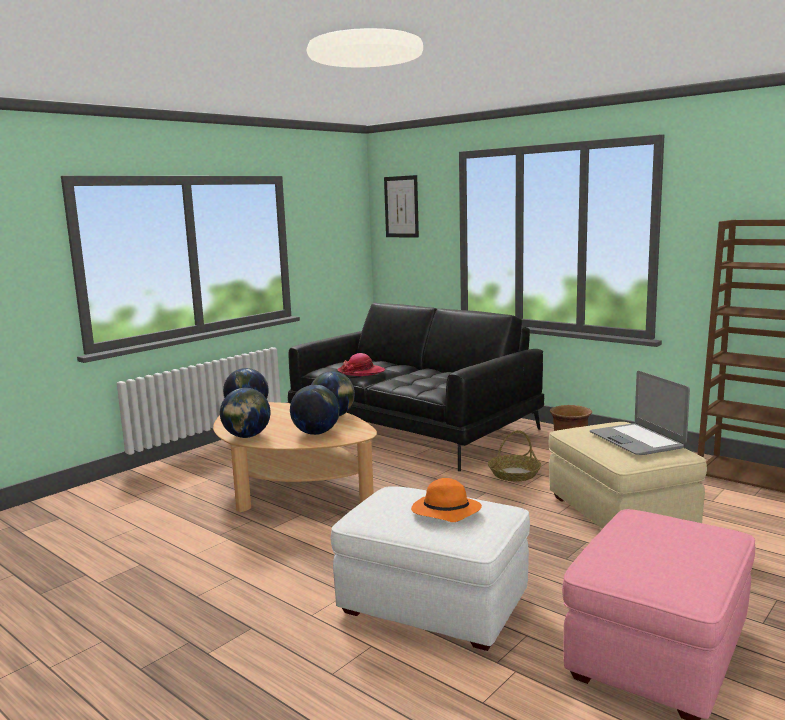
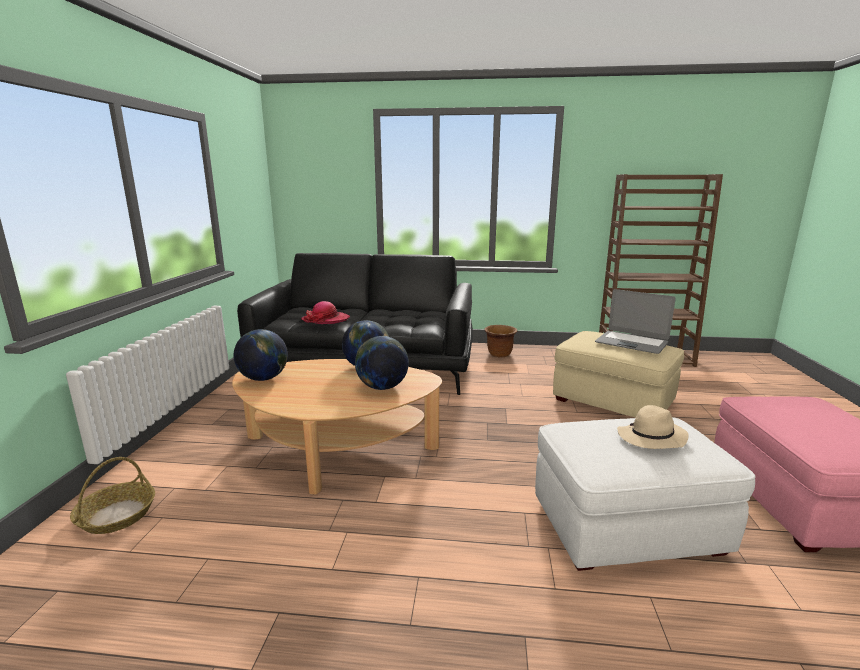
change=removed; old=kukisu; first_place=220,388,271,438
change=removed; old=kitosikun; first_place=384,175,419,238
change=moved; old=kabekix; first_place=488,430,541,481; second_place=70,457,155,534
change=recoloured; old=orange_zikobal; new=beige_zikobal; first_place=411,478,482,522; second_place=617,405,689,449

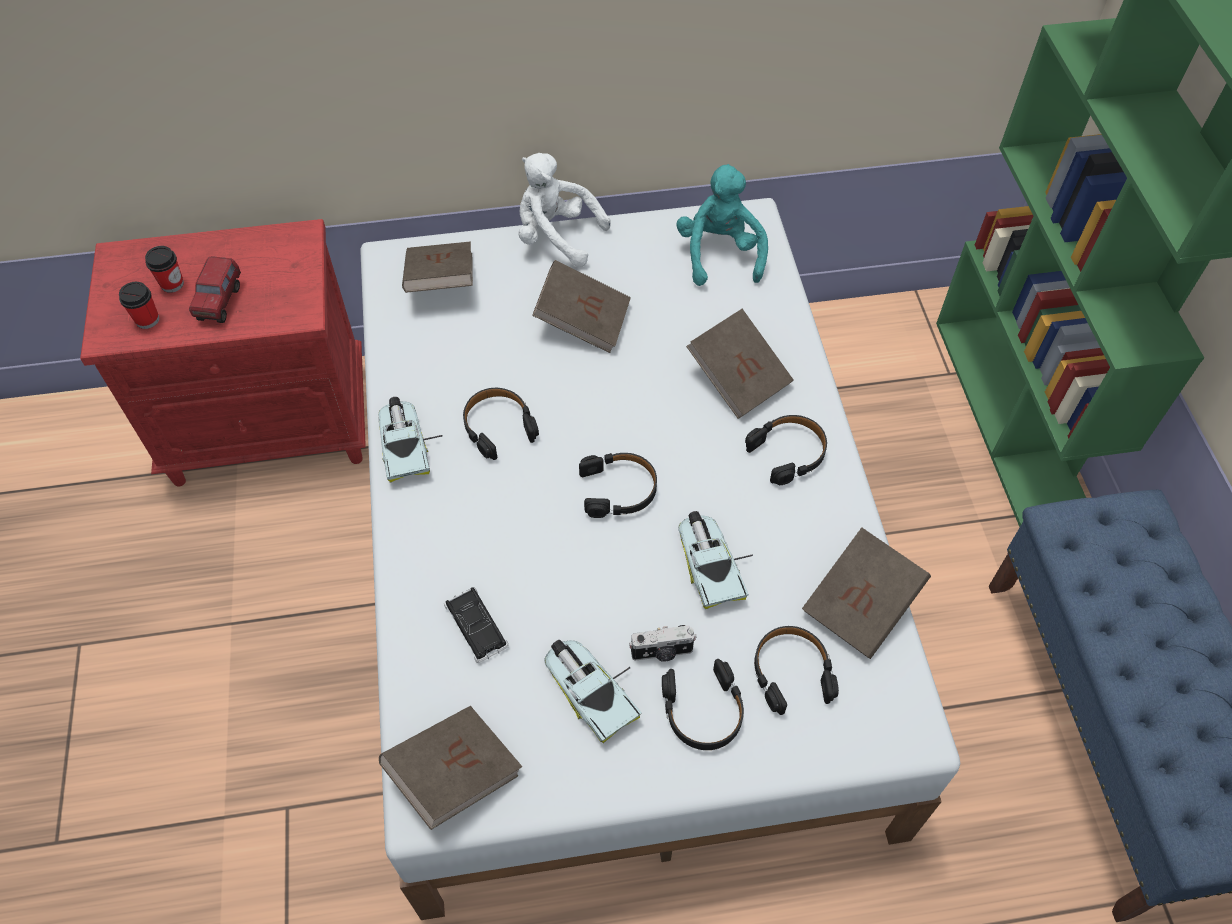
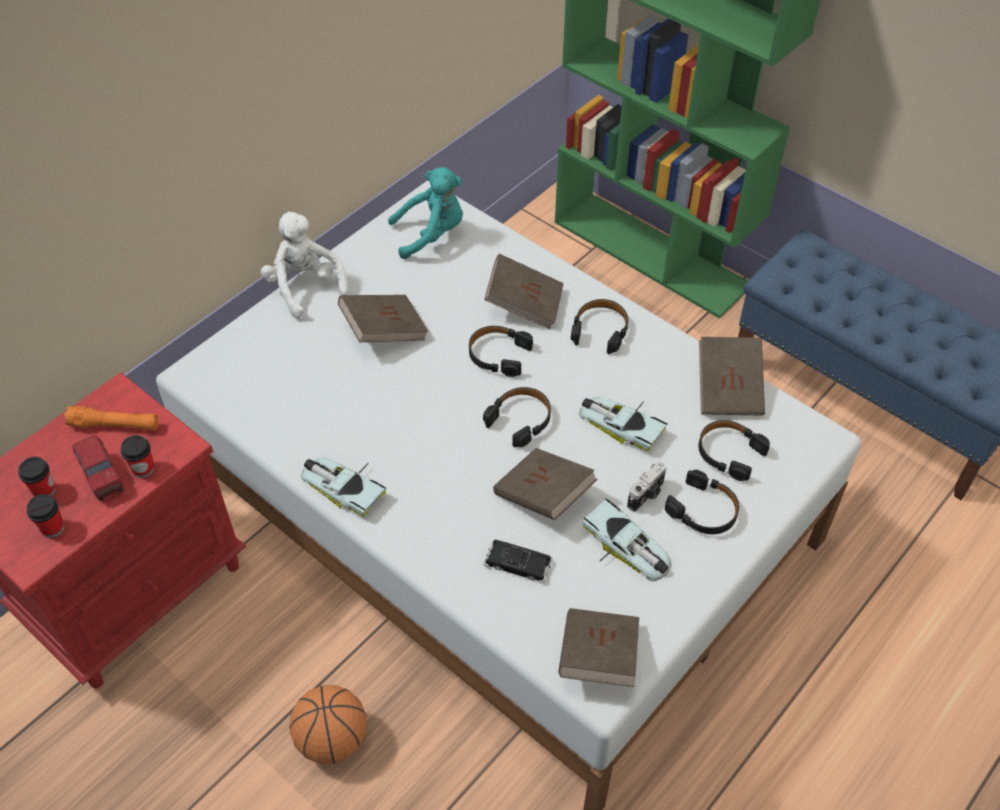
change=added; new=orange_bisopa; second_place=64,406,158,430
change=added; new=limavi; second_place=121,435,155,478
change=added; new=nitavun; second_place=290,685,367,764
change=moved; old=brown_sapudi; first_place=402,241,473,293; second_place=493,448,598,520
change=moved; old=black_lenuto; first_place=463,388,539,460; second_place=469,326,533,377
change=turned; old=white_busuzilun; first_place=518,153,611,267; second_place=261,211,348,319; degrees=75
change=turned; old=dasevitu; first_place=544,640,642,743; second_place=582,498,671,581; degrees=-150
change=turned; old=turquoise_busuzilun; first_place=676,164,768,286; second_place=388,167,463,259; degrees=120

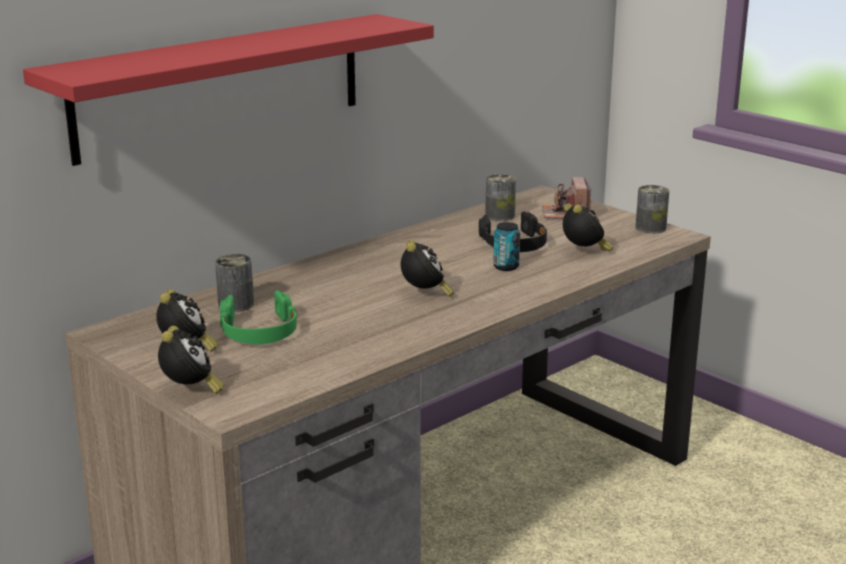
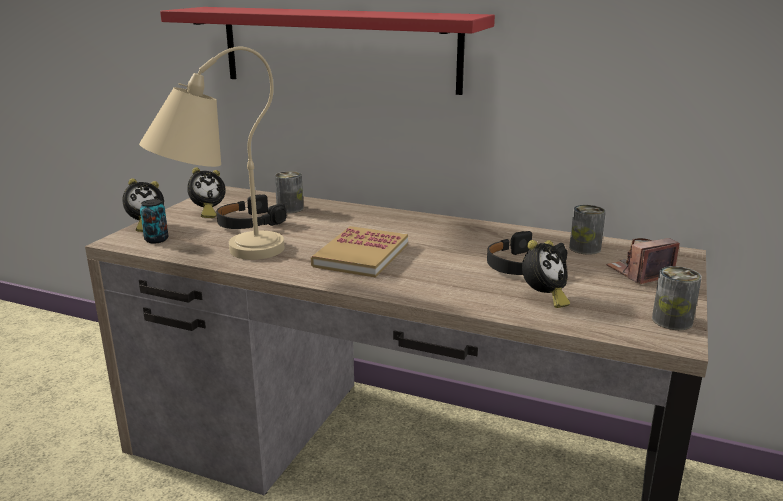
change=added; new=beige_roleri; second_place=139,47,285,260
change=moved; old=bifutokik; first_place=493,222,520,271; second_place=140,199,168,244
change=replaced; old=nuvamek; new=sapudi; first_place=401,240,454,297; second_place=311,226,408,278
change=recoloured; old=green_lenuto; new=black_lenuto; first_place=220,290,297,344; second_place=216,194,287,229

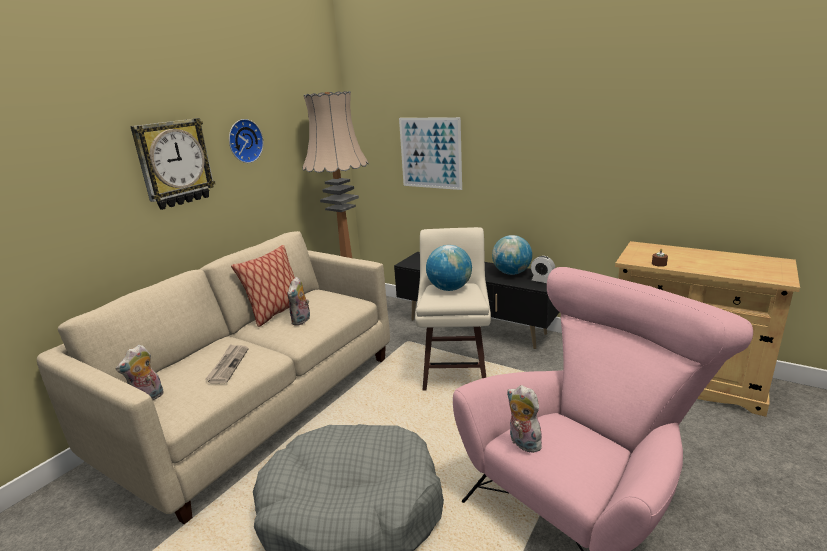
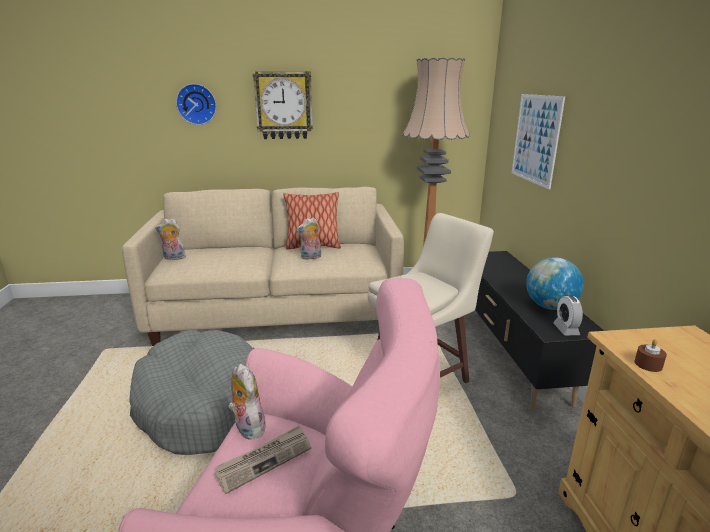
change=removed; old=kukisu; first_place=426,245,472,291
change=moved; old=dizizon; first_place=205,344,249,383; second_place=214,426,311,494
change=moved; old=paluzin; first_place=229,119,264,163; second_place=176,84,216,125
change=turned; old=busuzilun; first_place=507,385,542,453; second_place=228,364,267,440; degrees=-45

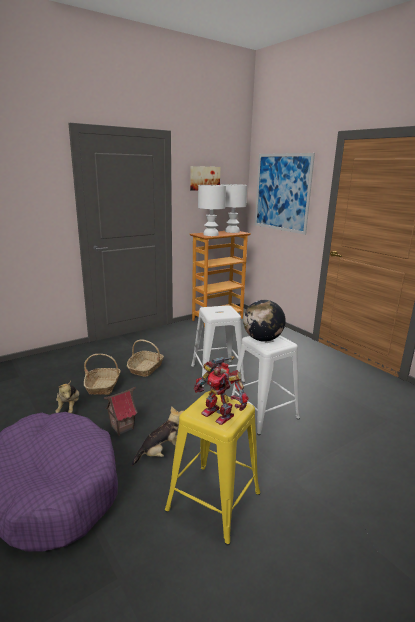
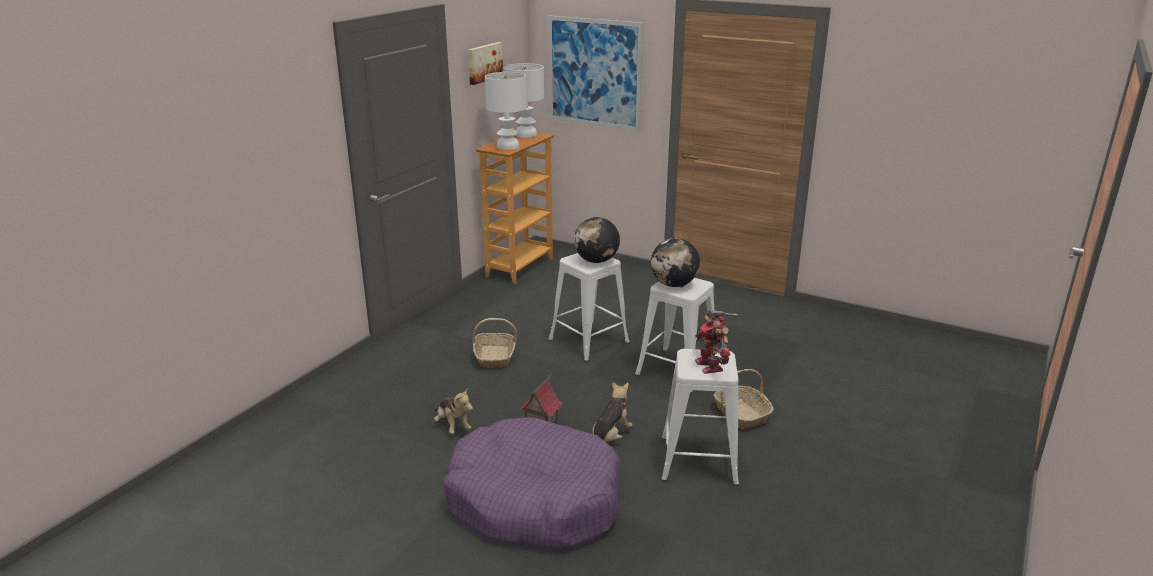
change=added; new=kukisu; second_place=574,217,620,263
change=moved; old=kabekix; first_place=84,354,121,395; second_place=713,369,774,429
change=recoloured; old=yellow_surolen; new=white_surolen; first_place=165,391,260,545; second_place=661,349,739,486
change=turned; old=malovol; first_place=194,356,248,425; second_place=695,310,738,374; degrees=60

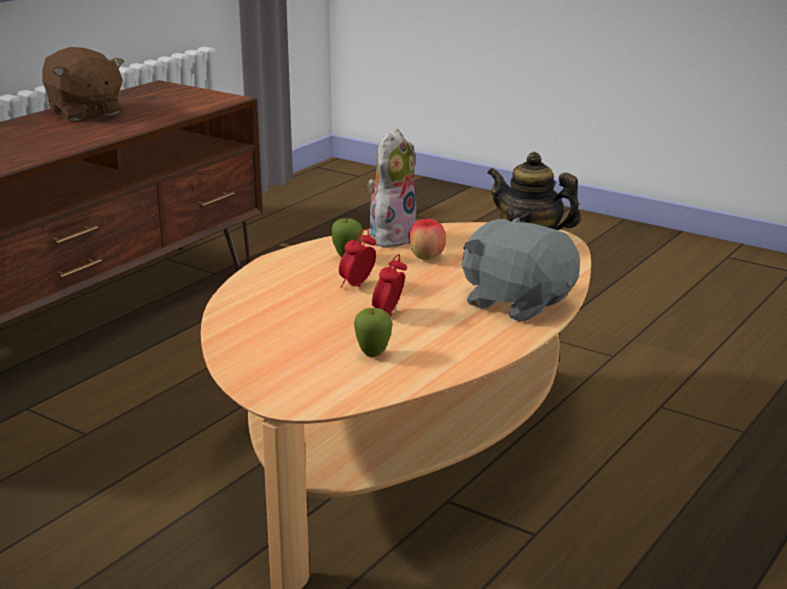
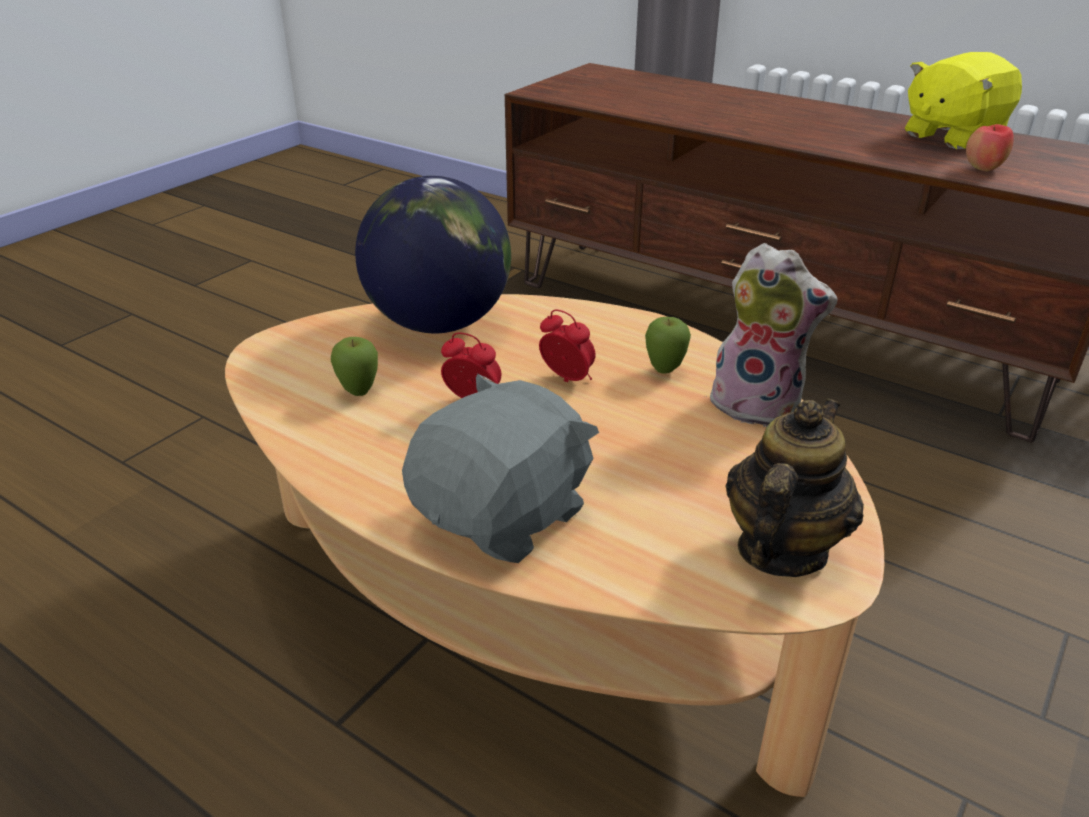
change=added; new=kukisu; second_place=355,176,511,333
change=moved; old=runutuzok; first_place=409,219,446,260; second_place=966,124,1014,171
change=recoloured; old=brown_busuzilun; new=yellow_busuzilun; first_place=42,47,124,121; second_place=905,52,1022,149

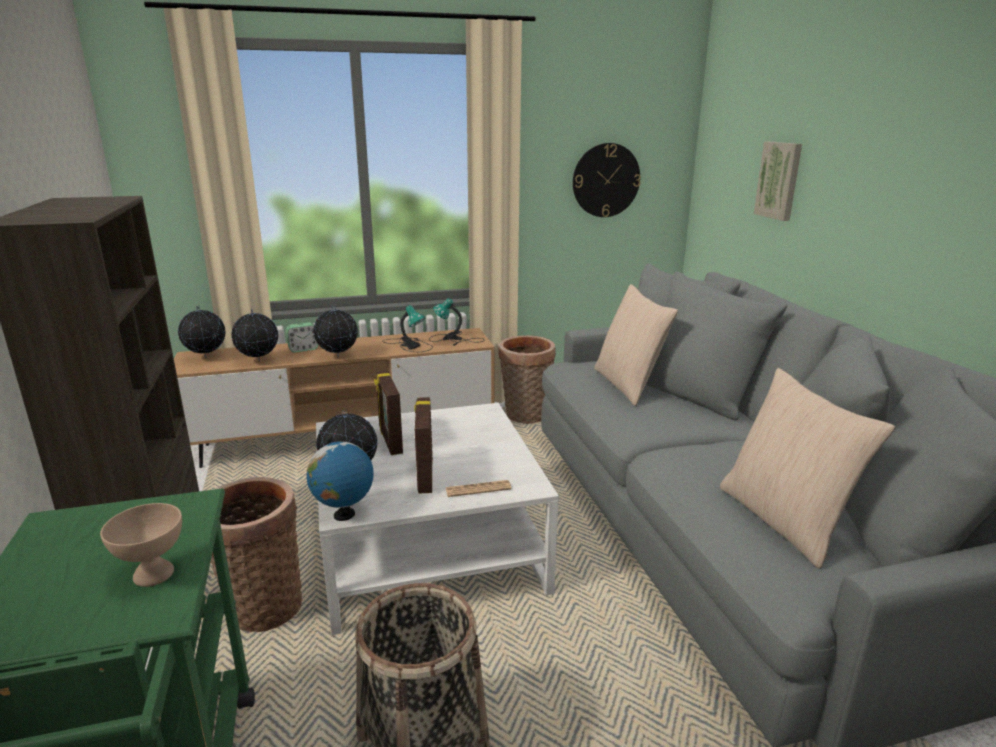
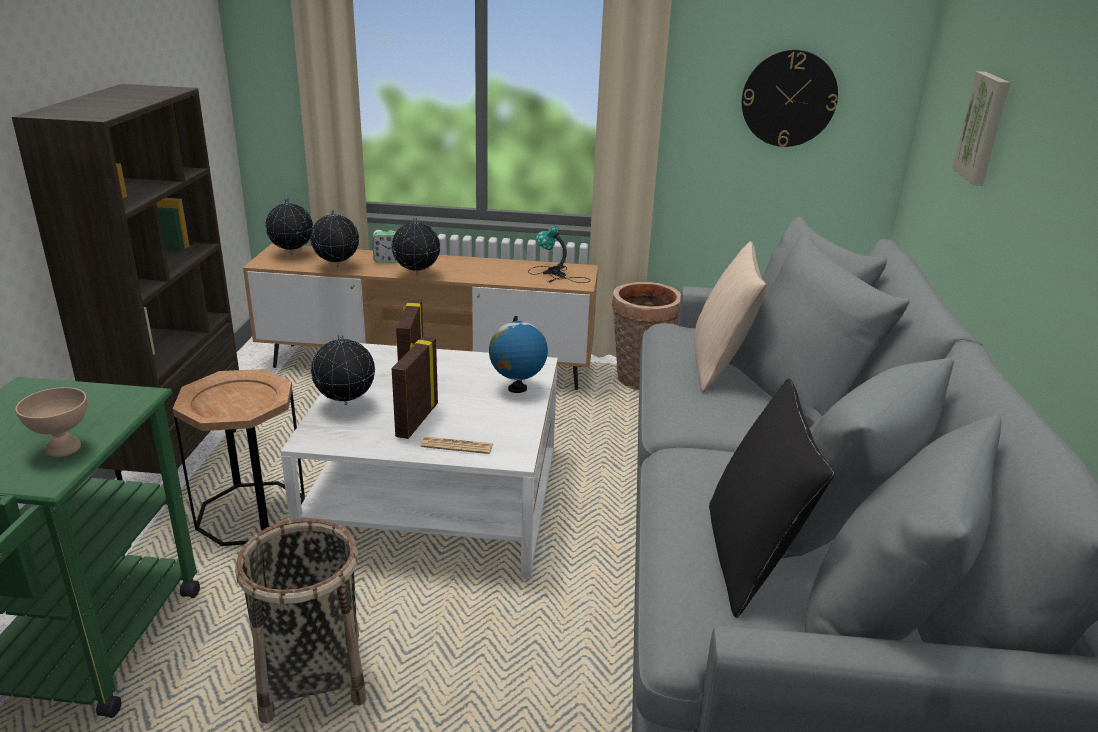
change=removed; old=roleri; first_place=383,305,433,352
change=moved; old=kukisu; first_place=306,437,374,521; second_place=489,316,548,393
change=replaced; old=kabekix; new=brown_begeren; first_place=210,477,302,632; second_place=173,369,305,546
change=recoloured; old=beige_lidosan; new=black_lidosan; first_place=720,368,895,569; second_place=709,378,834,618

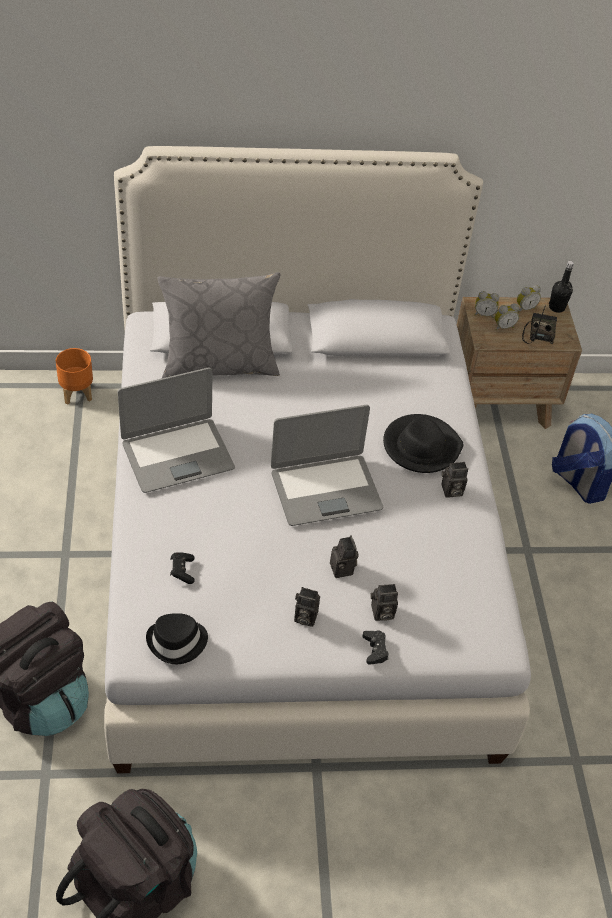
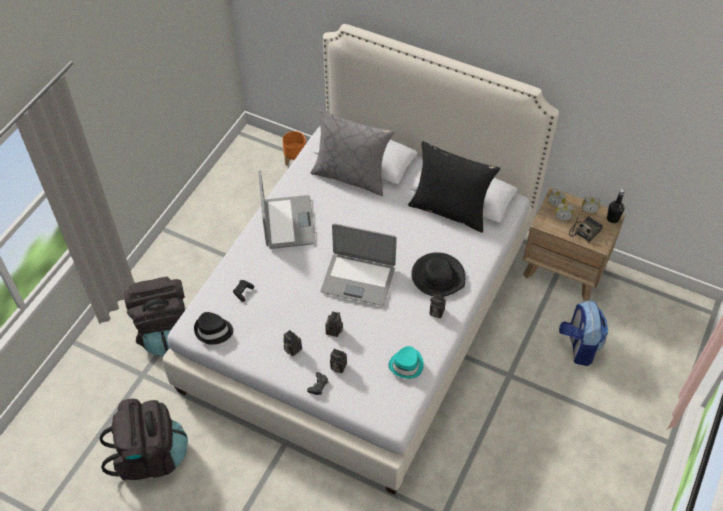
change=added; new=turquoise_zikobal; second_place=388,346,424,379
change=added; new=black_lidosan; second_place=408,141,501,233
change=turned; old=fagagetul; first_place=118,367,235,493; second_place=259,170,316,249; degrees=-105

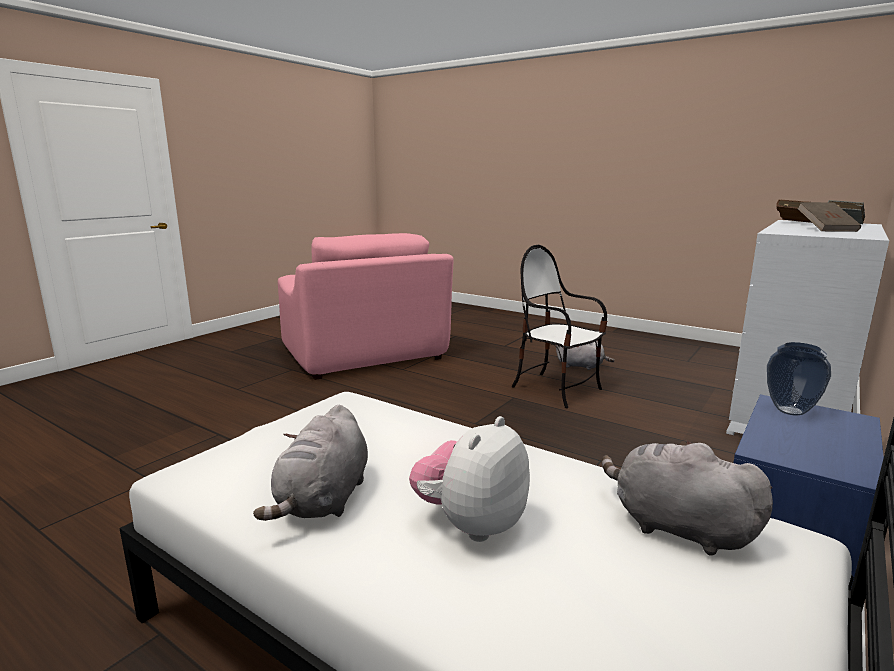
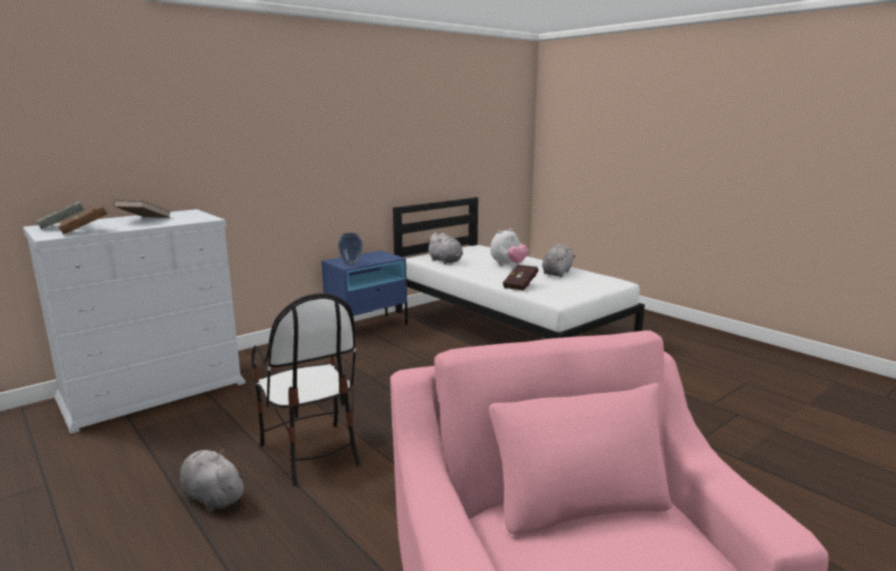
change=added; new=red_sapudi; second_place=503,265,538,290

